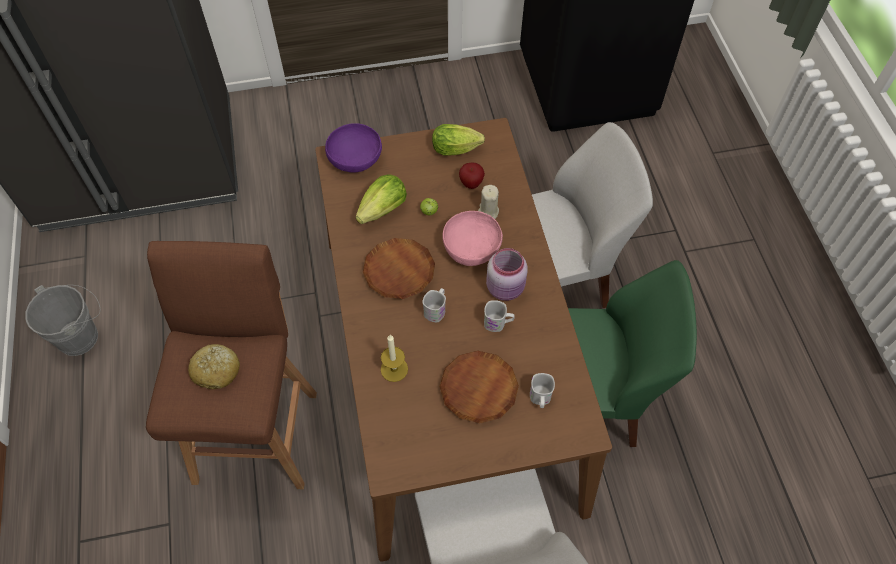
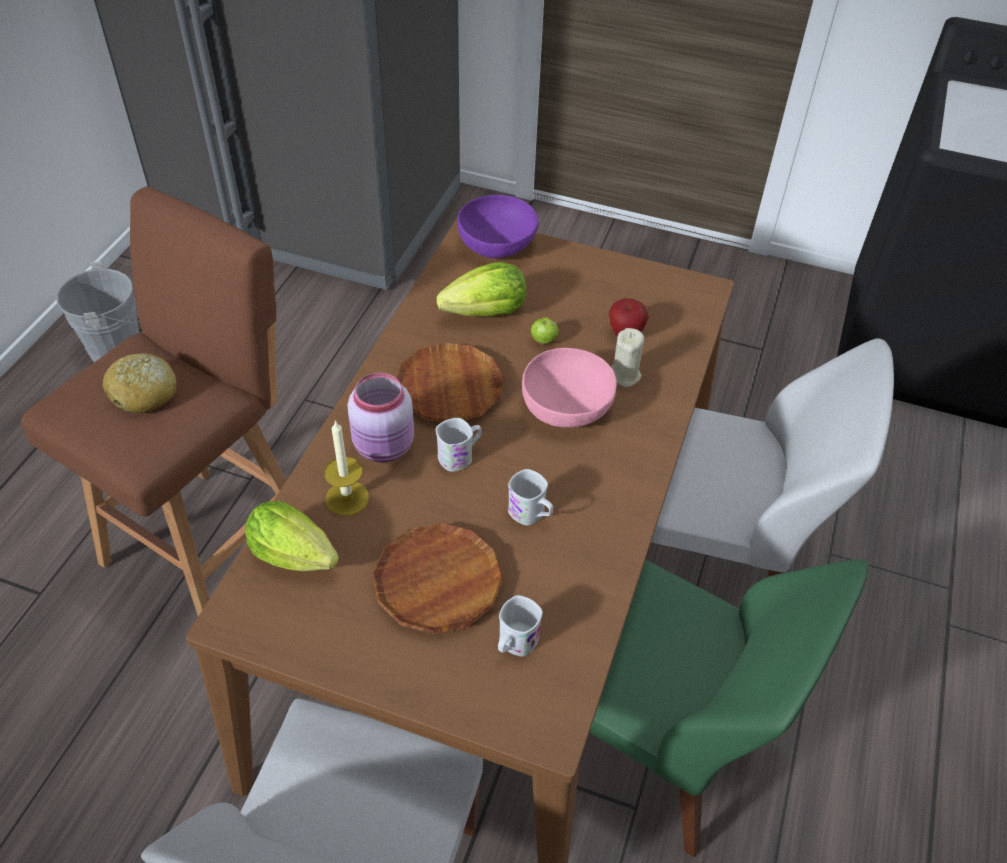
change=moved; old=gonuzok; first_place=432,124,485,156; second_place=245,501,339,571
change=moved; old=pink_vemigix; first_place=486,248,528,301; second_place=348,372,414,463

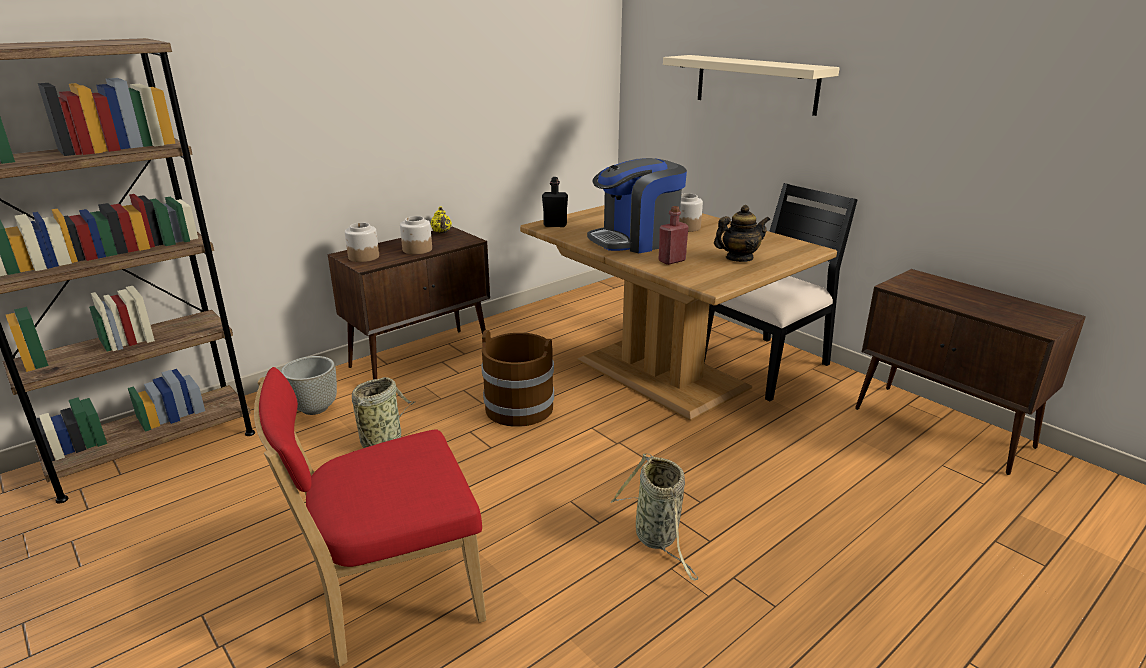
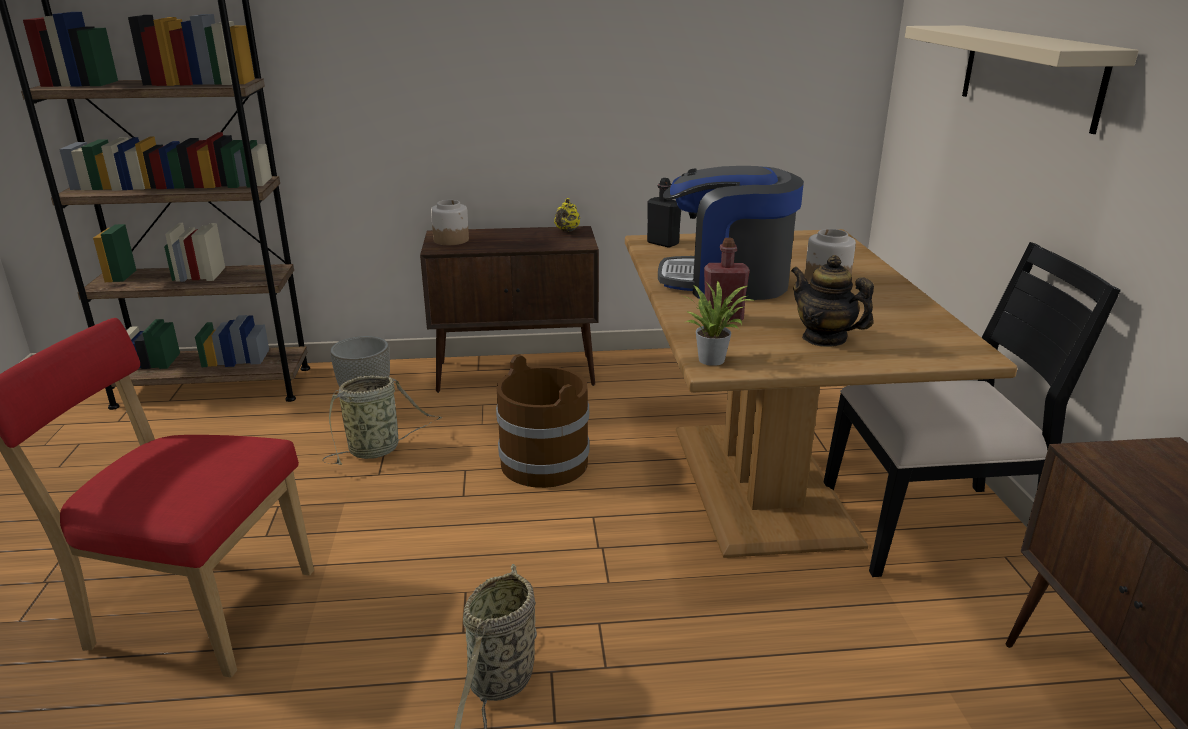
change=removed; old=vemigix; first_place=400,216,432,254
change=added; new=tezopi; second_place=683,281,756,366
change=turned; old=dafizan; first_place=714,205,770,262; second_place=791,255,874,347; degrees=-150

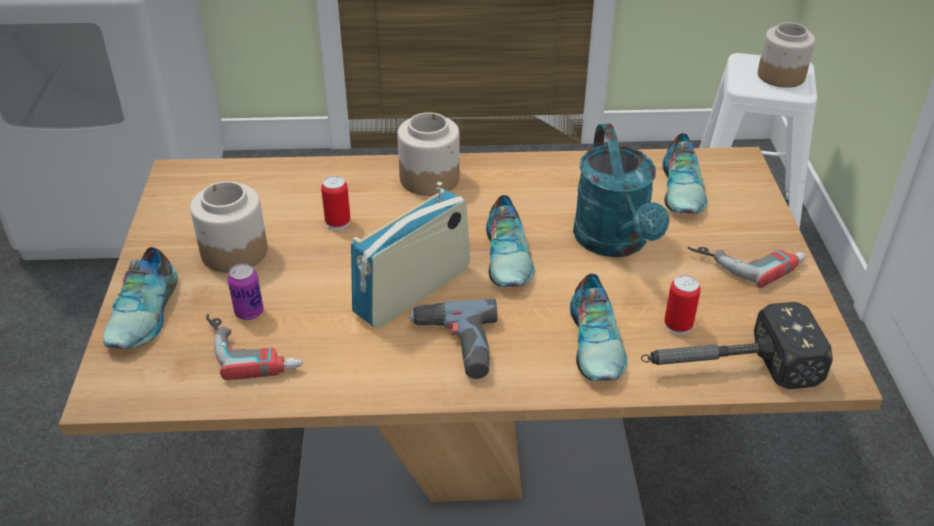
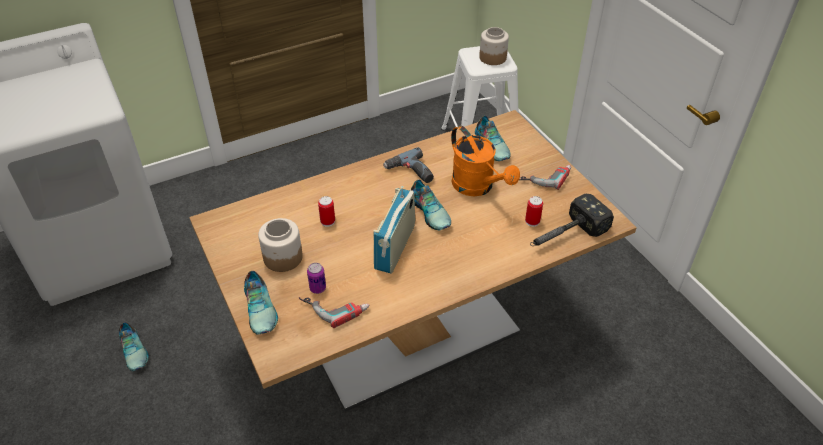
change=removed; old=vemigix; first_place=397,112,460,196
change=moved; old=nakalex; first_place=408,299,498,379; second_place=383,147,434,183
change=moved; old=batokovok; first_place=570,273,627,381; second_place=119,322,149,371
change=recoloured; old=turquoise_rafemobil; new=orange_rafemobil; first_place=573,123,670,257; second_place=451,126,520,197

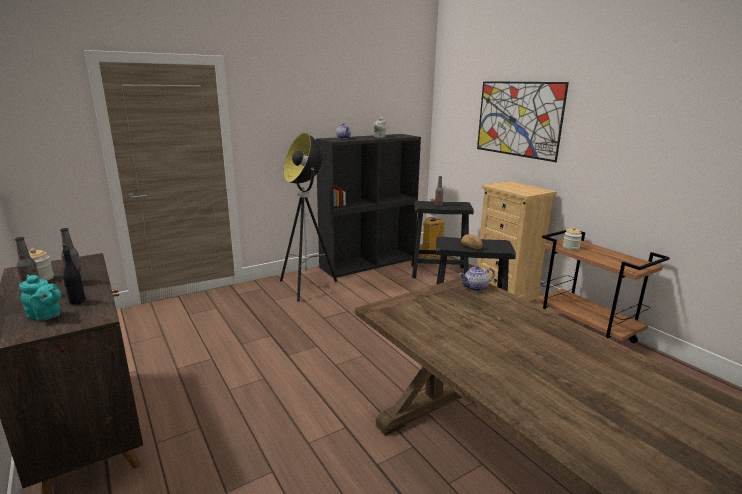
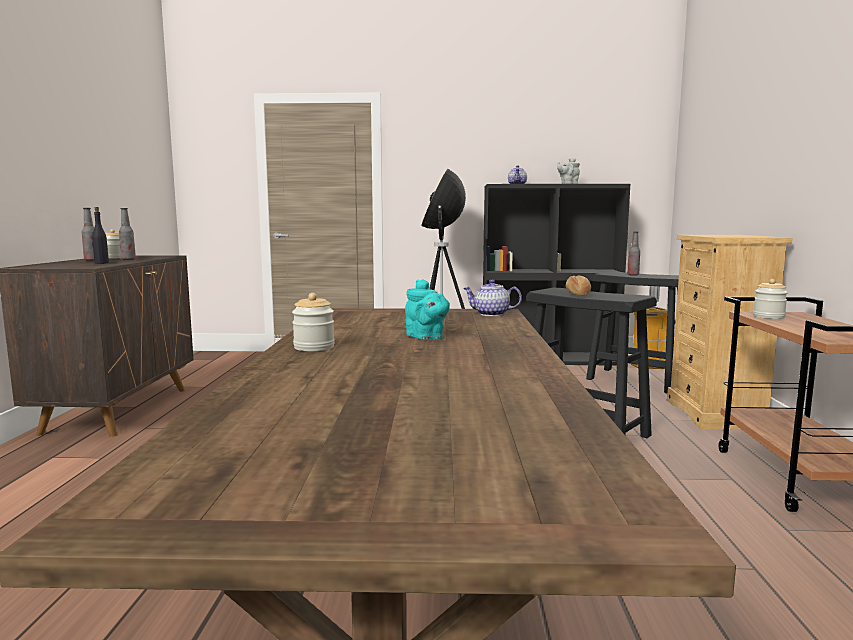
change=removed; old=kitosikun; first_place=477,81,569,162
change=added; new=vemigix; second_place=292,293,335,351
change=moved; old=turquoise_dafizan; first_place=19,275,61,321; second_place=405,279,450,340

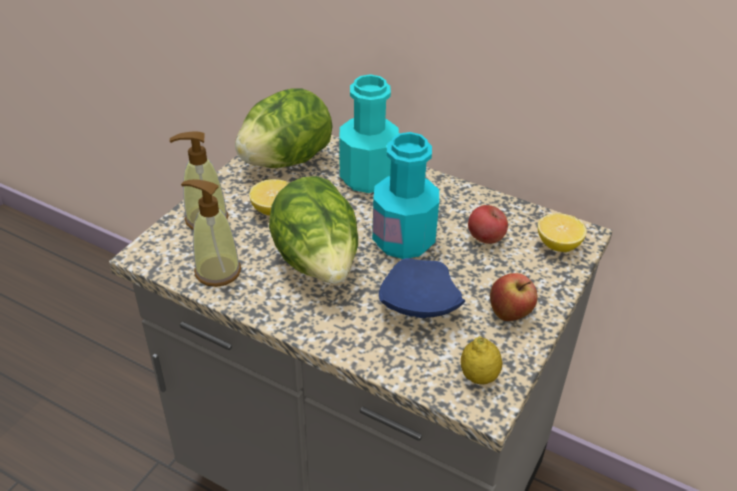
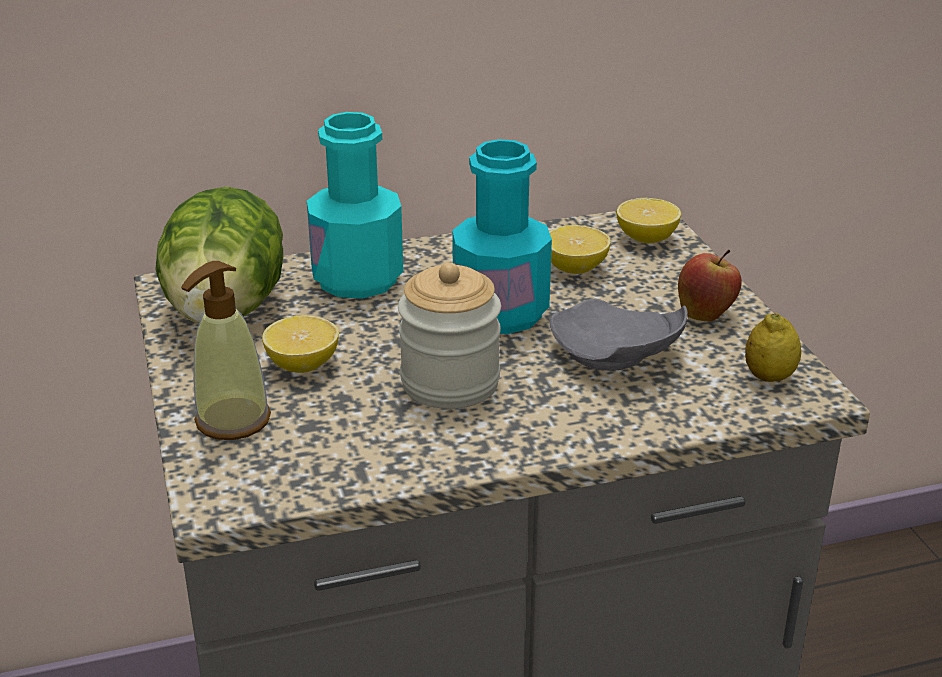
change=removed; old=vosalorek; first_place=181,179,241,287
change=replaced; old=gonuzok; new=vemigix; first_place=269,176,358,284; second_place=398,262,501,409
change=replaced; old=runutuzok; new=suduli; first_place=468,205,508,244; second_place=549,225,611,274
change=recoloured; old=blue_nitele; new=grey_nitele; first_place=379,258,465,318; second_place=550,299,687,371

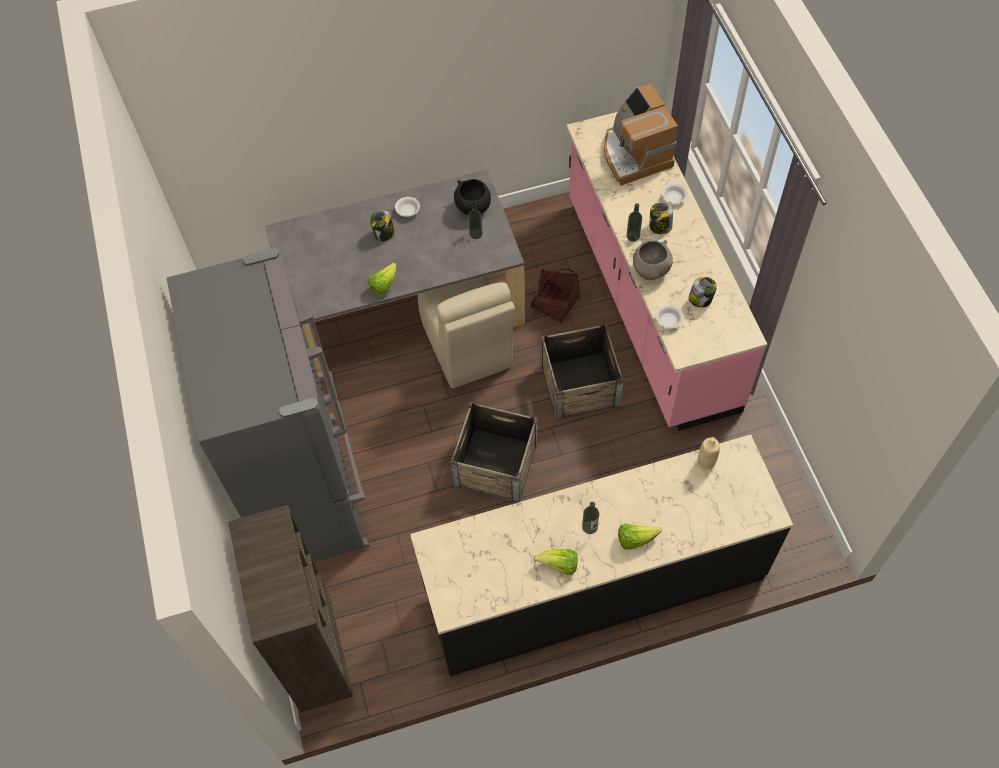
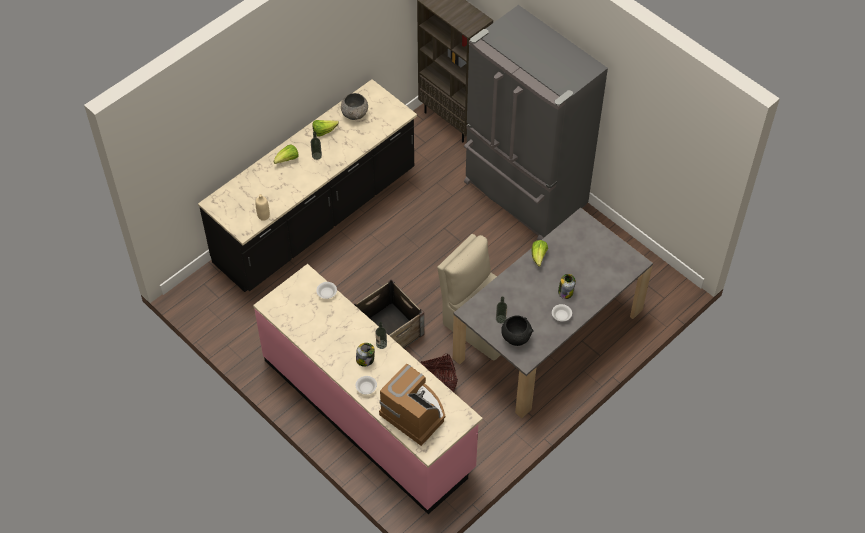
change=removed; old=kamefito; first_place=450,402,538,502
change=removed; old=vemigix; first_place=689,277,717,308
change=moved; old=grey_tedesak; first_place=633,240,673,280; second_place=341,93,368,120

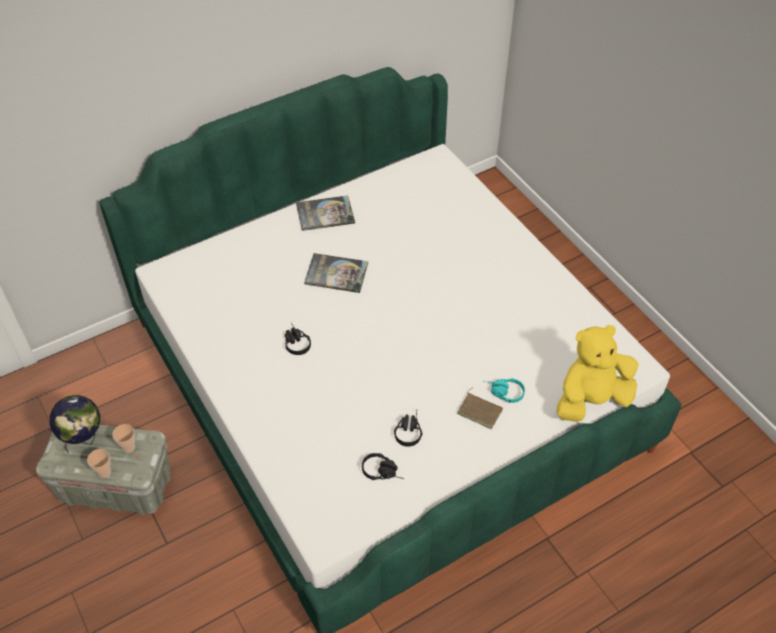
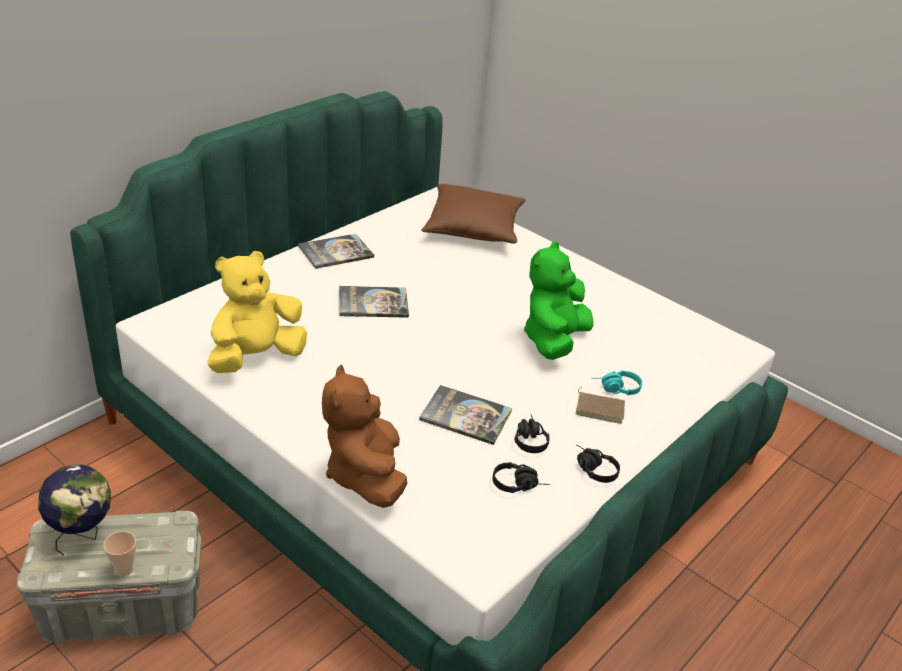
change=removed; old=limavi; first_place=112,424,135,453
change=added; new=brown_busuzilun; second_place=322,365,407,508
change=added; new=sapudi; second_place=419,385,512,445
change=added; new=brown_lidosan; second_place=421,184,526,244
change=added; new=green_busuzilun; second_place=524,241,593,360
change=moved; old=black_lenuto; first_place=285,323,311,355; second_place=576,444,620,483
change=moved; old=yellow_busuzilun; first_place=557,325,639,422; second_place=208,251,307,373

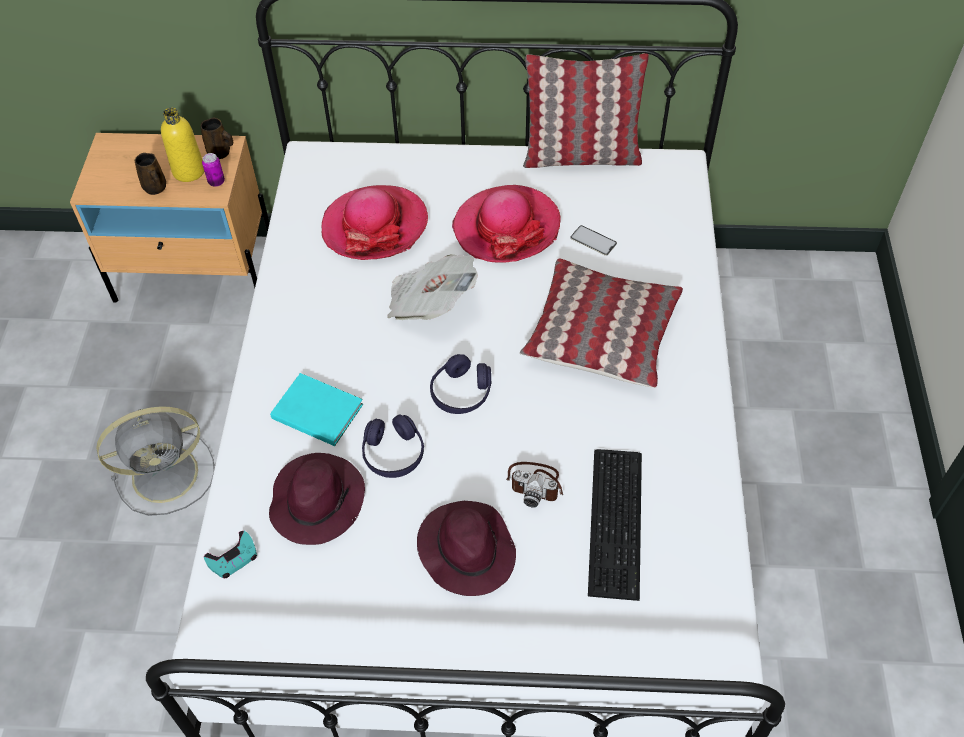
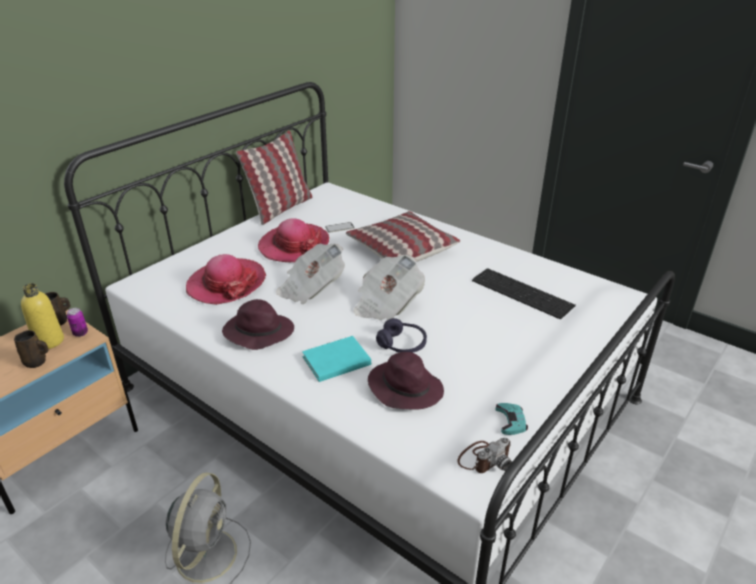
change=moved; old=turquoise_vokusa; first_place=204,531,257,578; second_place=495,403,528,435
change=moved; old=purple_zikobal; first_place=417,501,516,596; second_place=222,299,294,350
change=moved; old=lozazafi; first_place=506,462,563,508; second_place=457,437,512,473
change=replaced; old=purple_lenuto; new=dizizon; first_place=430,354,491,414; second_place=354,255,425,320

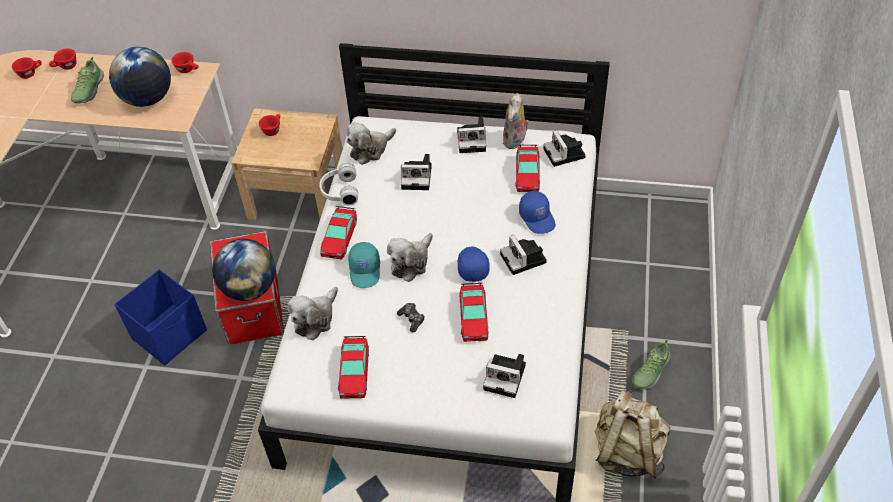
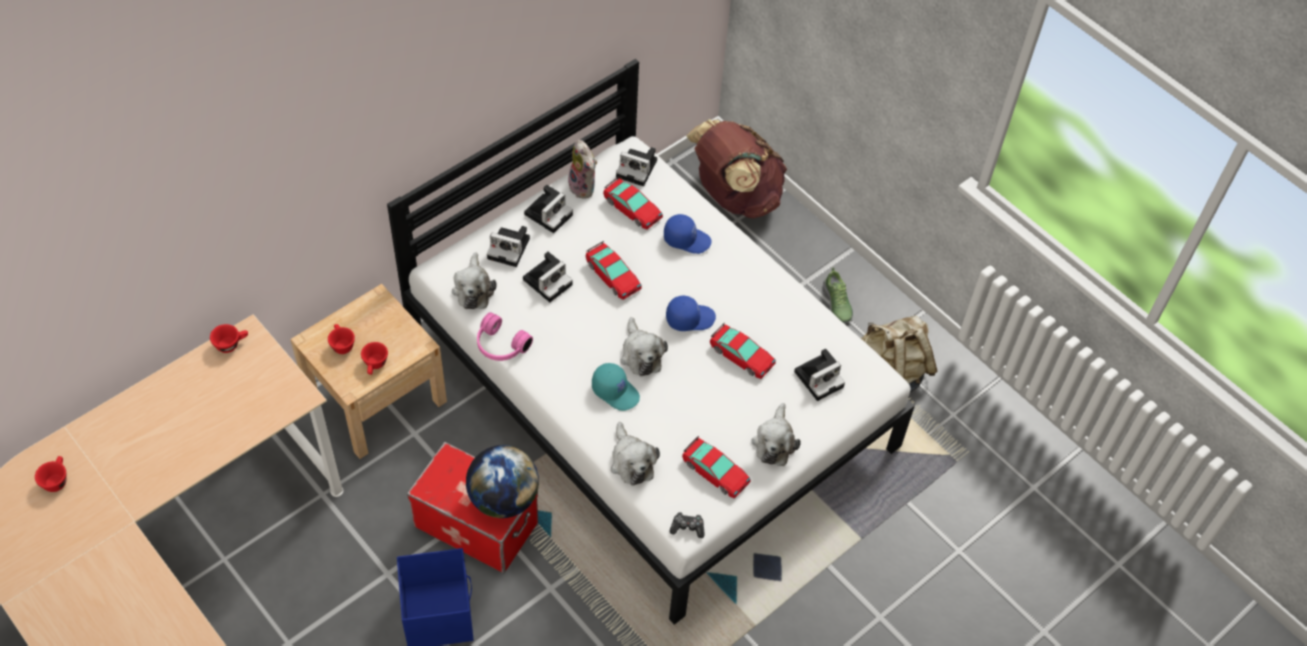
change=removed; old=batokovok; first_place=71,57,104,104
change=removed; old=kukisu; first_place=109,47,171,107
change=added; new=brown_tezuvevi; second_place=686,119,787,218
change=added; new=busuzilun; second_place=751,403,801,466
change=moved; old=red_limavi; first_place=49,48,76,70; second_place=361,342,388,375
change=moved; old=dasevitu; first_place=320,206,357,259; second_place=586,241,642,300
change=moved; old=vokusa; first_place=397,303,425,332; second_place=670,512,705,538
change=moved; old=lozazafi; first_place=500,235,547,275; second_place=487,226,530,267
change=recoloured; old=white_lenuto; new=pink_lenuto; first_place=319,163,358,205; second_place=477,312,533,361
change=turned; old=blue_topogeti; first_place=458,247,490,282; second_place=666,296,716,331; degrees=135

